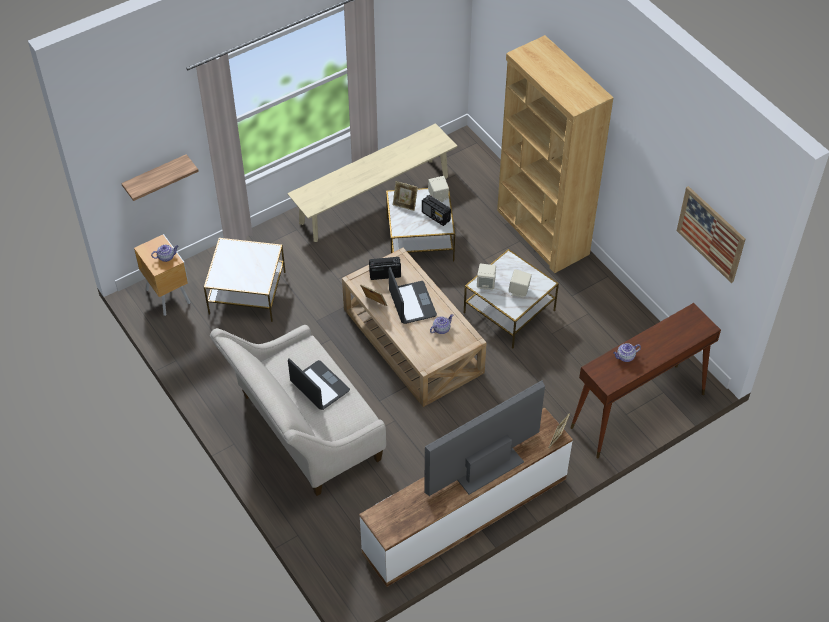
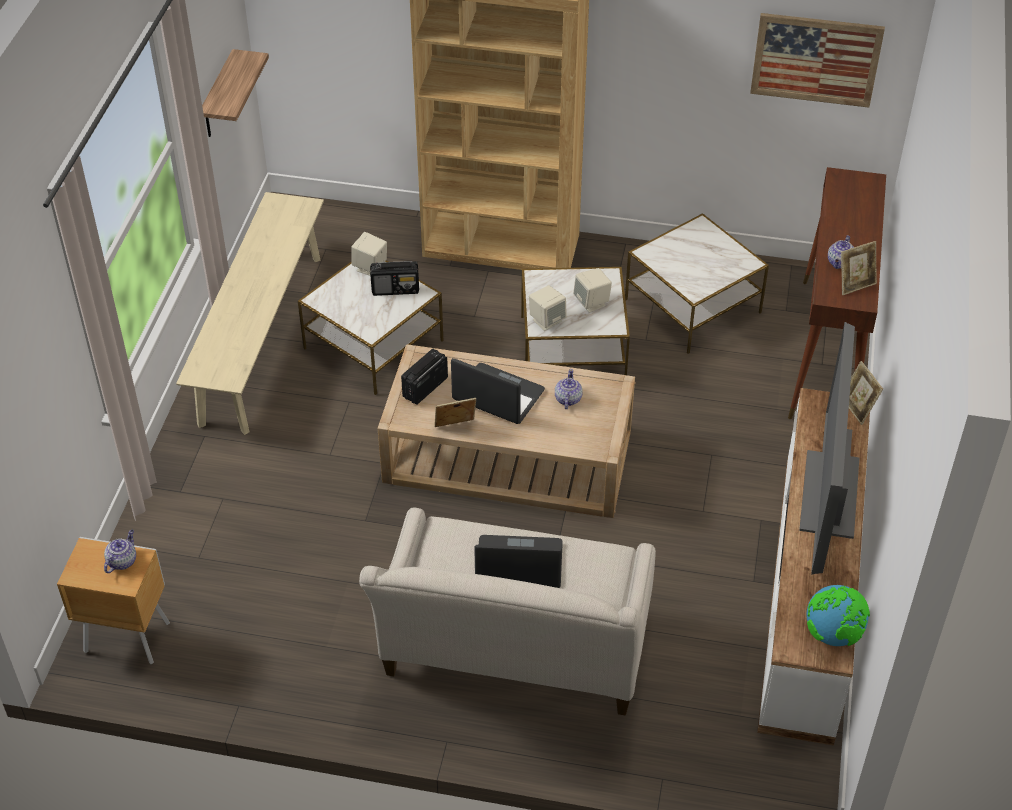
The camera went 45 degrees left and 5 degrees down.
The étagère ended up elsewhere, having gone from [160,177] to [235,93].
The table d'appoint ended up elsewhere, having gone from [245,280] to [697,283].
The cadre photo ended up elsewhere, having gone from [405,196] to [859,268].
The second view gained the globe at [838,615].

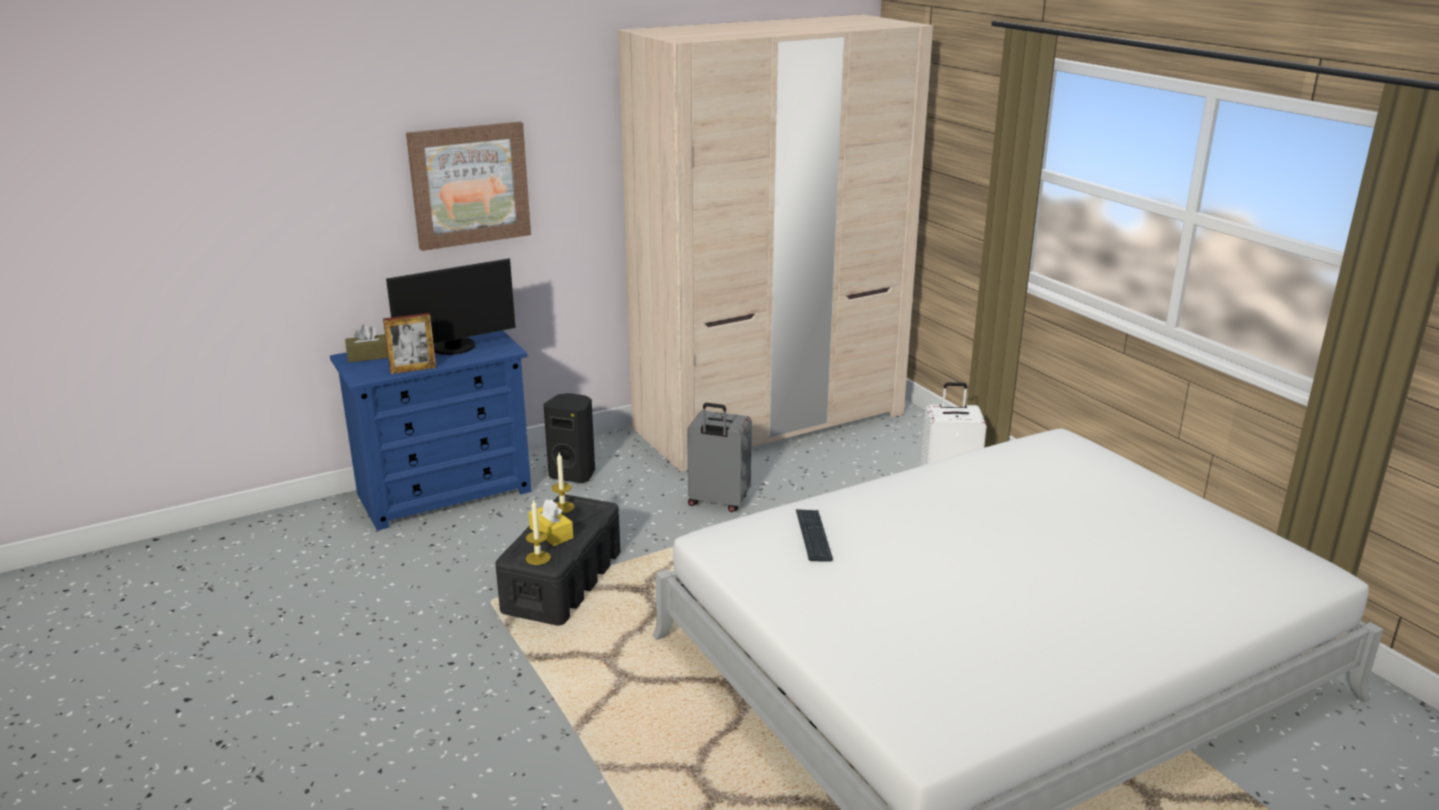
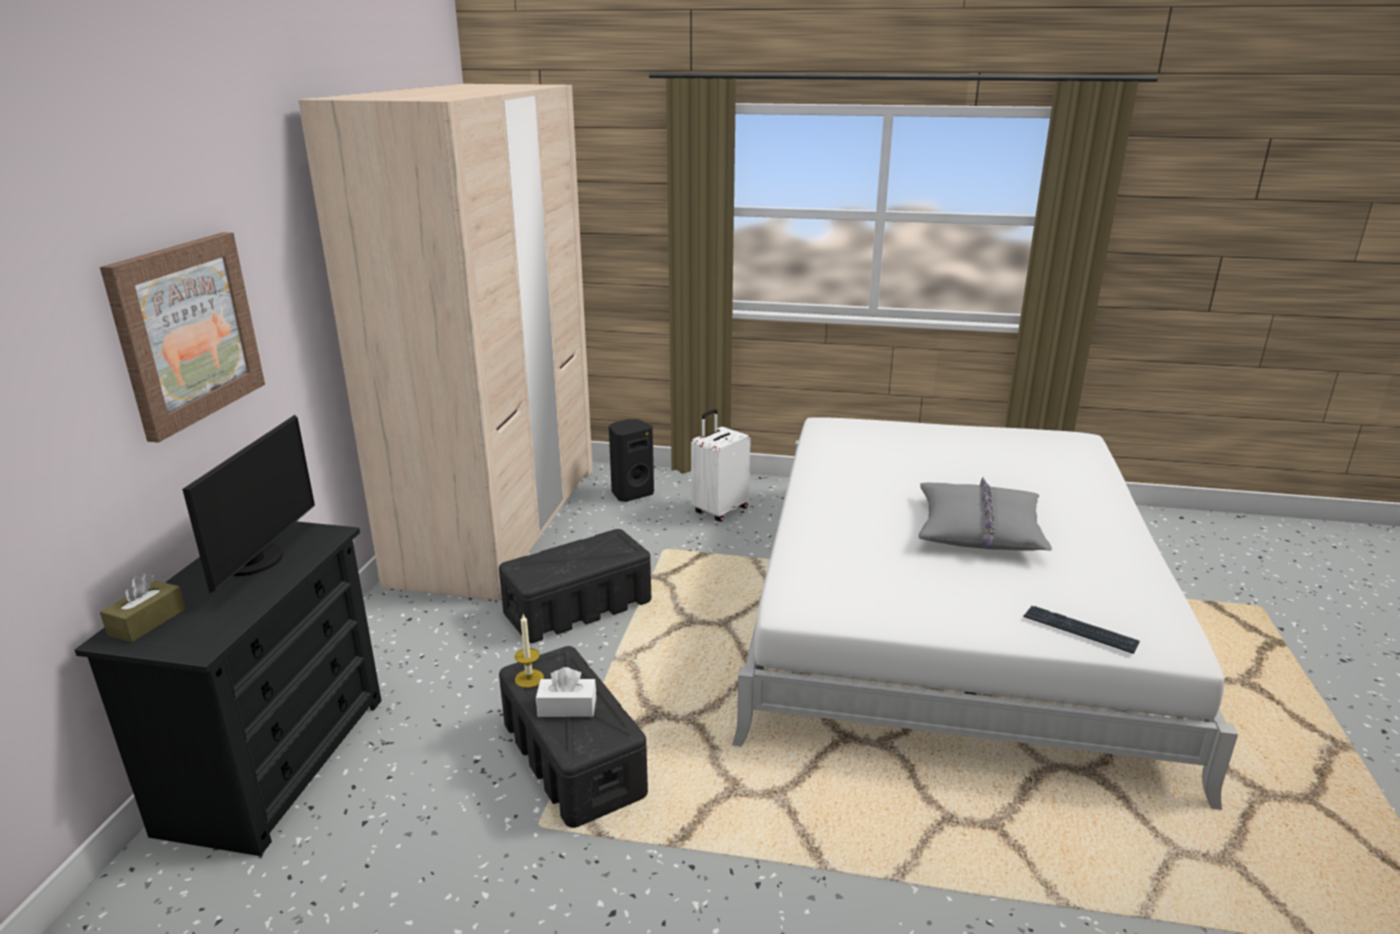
The camera went 50 degrees left and 0 degrees up.
What was the commode [bleu] at [430,430] turned into the commode [noir] at [228,688].
The second view lost the cadre photo at [409,343].
The second view lost the bougie at [538,532].
What was the boîte à mouchoirs [jaune] at [551,522] turned into the boîte à mouchoirs [blanc] at [566,692].
The enceinte [noir] ended up elsewhere, having gone from [569,438] to [631,460].
Where the valise [gris] stood at [719,457], the boîte de rangement [noir] came to stand at [575,586].
The clavier ended up elsewhere, having gone from [814,535] to [1082,630].
The second view gained the coussin [gris] at [985,514].

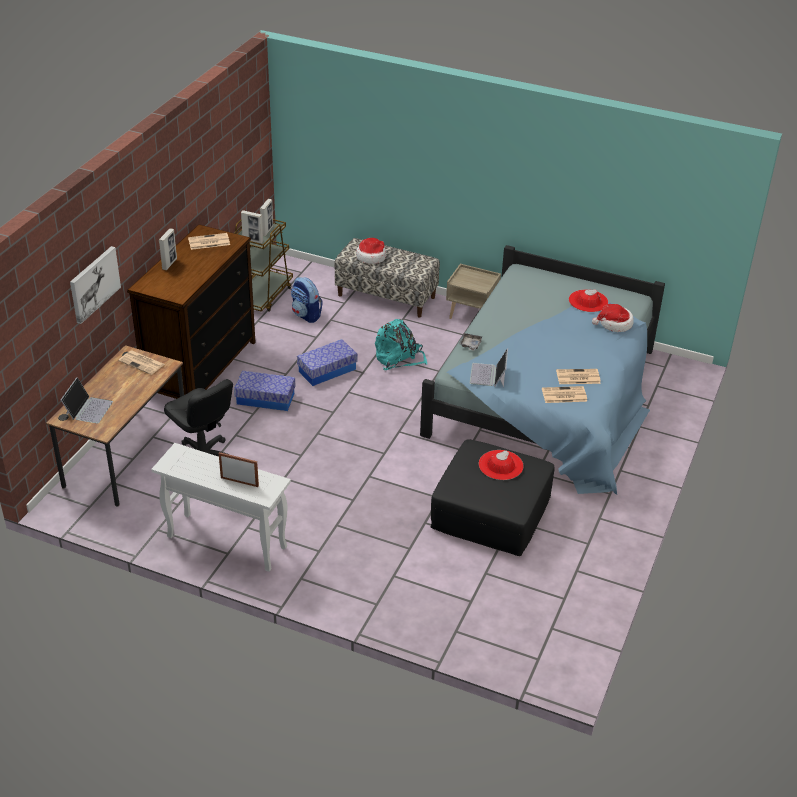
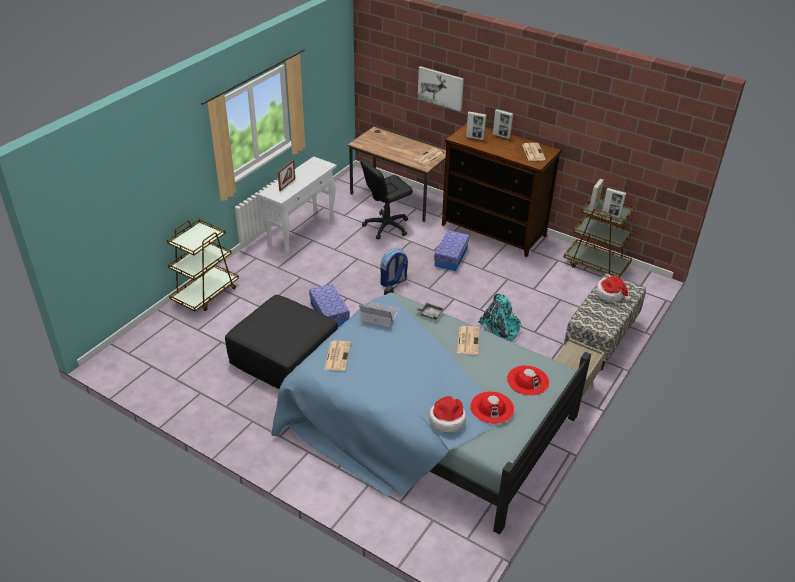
The camera went 100 degrees right and 0 degrees up.
The second view lost the ordinateur portable at [87,400].
The sac à dos ended up elsewhere, having gone from [307,300] to [394,268].
The boîte de rangement ended up elsewhere, having gone from [327,362] to [329,305].
The chapeau [rouge] ended up elsewhere, having gone from [501,465] to [528,380].
The journal ended up elsewhere, having gone from [578,376] to [468,340].
The second view gained the chariot [marron] at [203,265].
The second view gained the cadre photo at [476,125].

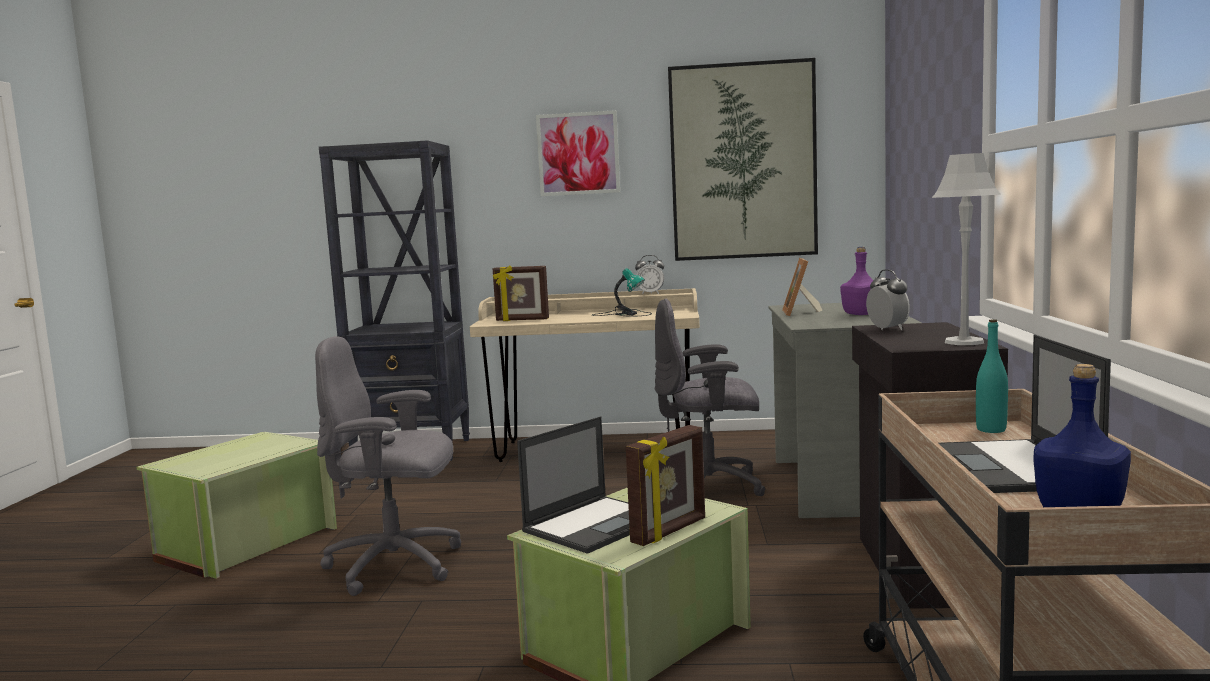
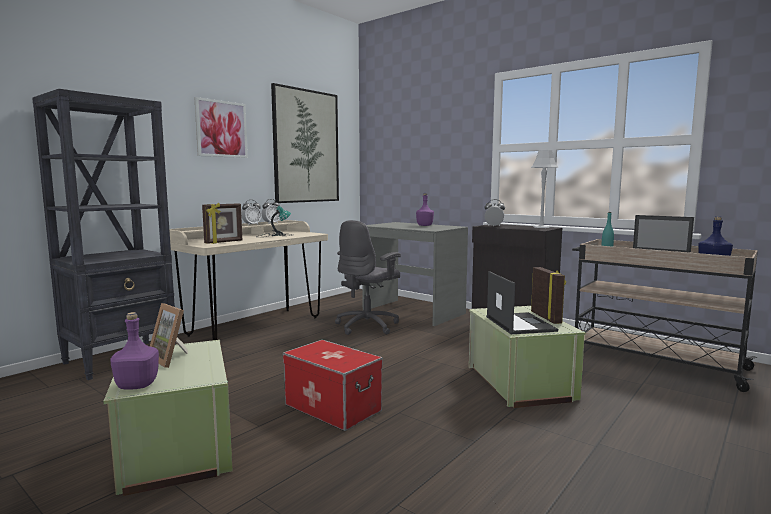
The camera went 55 degrees left and 0 degrees up.
Where the chaise de bureau [gris] stood at [388,466], the boîte de rangement came to stand at [333,385].
The cadre photo ended up elsewhere, having gone from [802,287] to [169,335].
The second view gained the bouteille [violet] at [134,351].
The second view gained the réveil at [251,213].

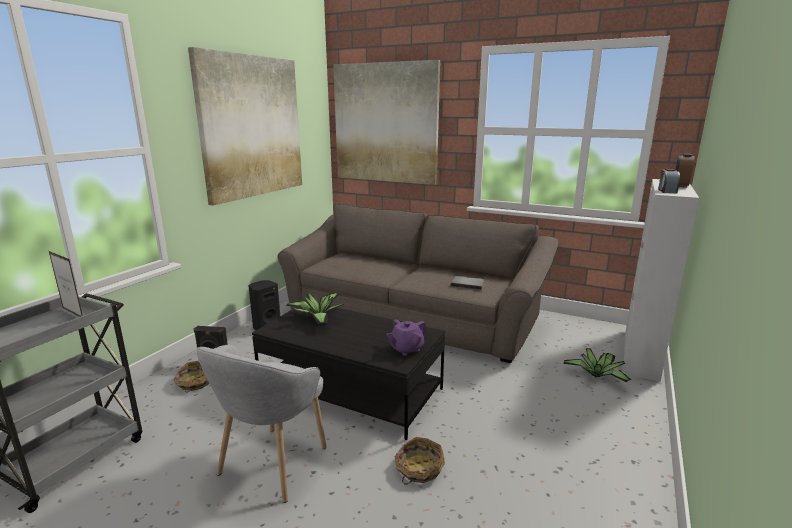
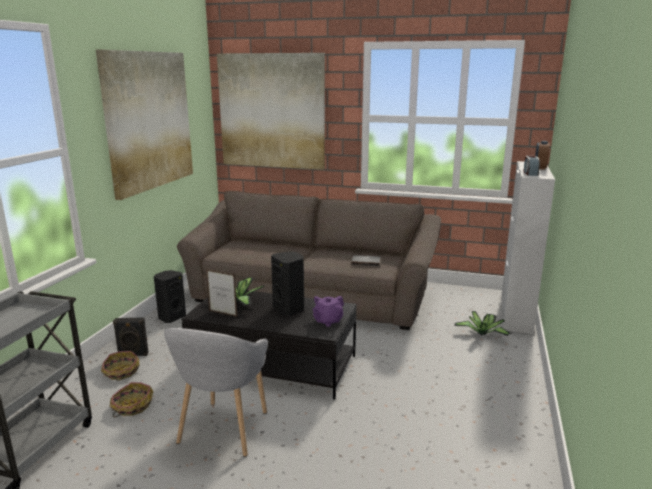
The camera went 10 degrees left and 0 degrees up.
The cadre photo ended up elsewhere, having gone from [66,284] to [221,293].
The panier ended up elsewhere, having gone from [420,460] to [131,399].
The second view gained the enceinte [noir] at [287,283].

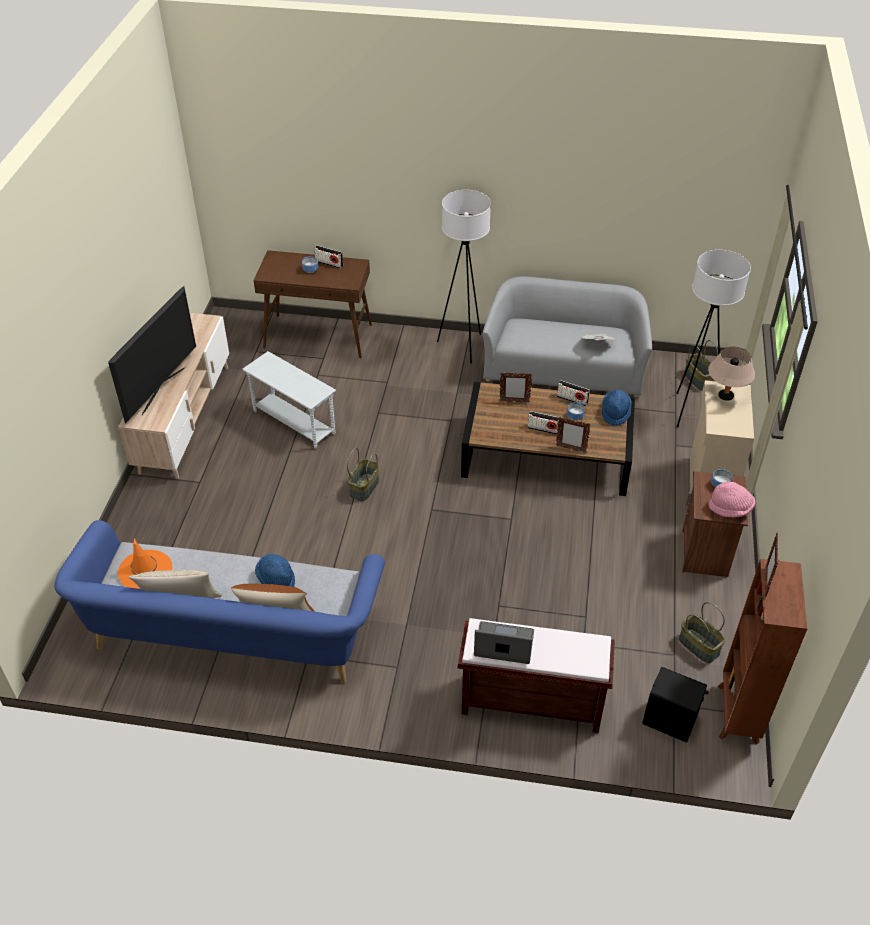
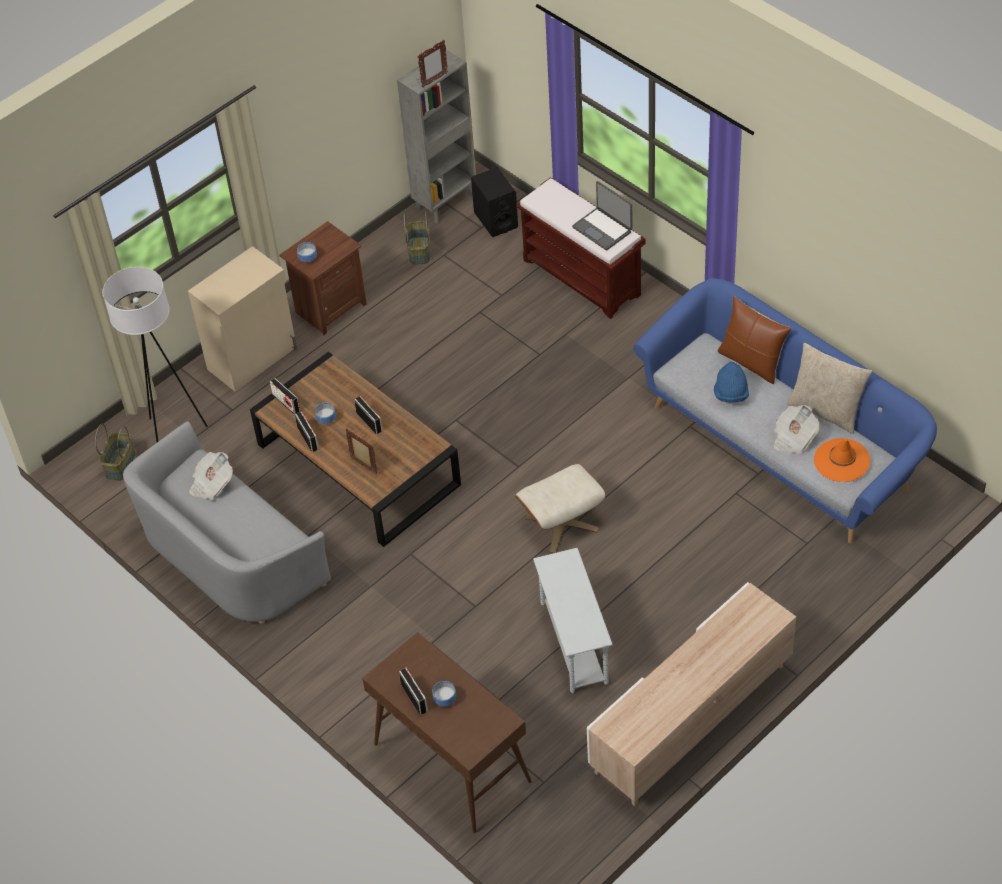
The camera went 140 degrees left and 5 degrees up.
The second view lost the téléviseur at [152,354].
Where the panier stood at [363,474], the pouf [beige] came to stand at [560,508].
The second view lost the lampadaire [blanc] at [464,277].
The second view lost the cadre photo at [573,435].
Where the chapeau [bleu] stood at [617,408], the radio came to stand at [285,396].
The second view lost the lampe de table [beige] at [731,374].
The second view lost the chapeau [rose] at [731,500].
What was the bibliothèque [marron] at [762,651] turned into the bibliothèque [gris] at [436,136].
The second view gained the journal at [796,429].

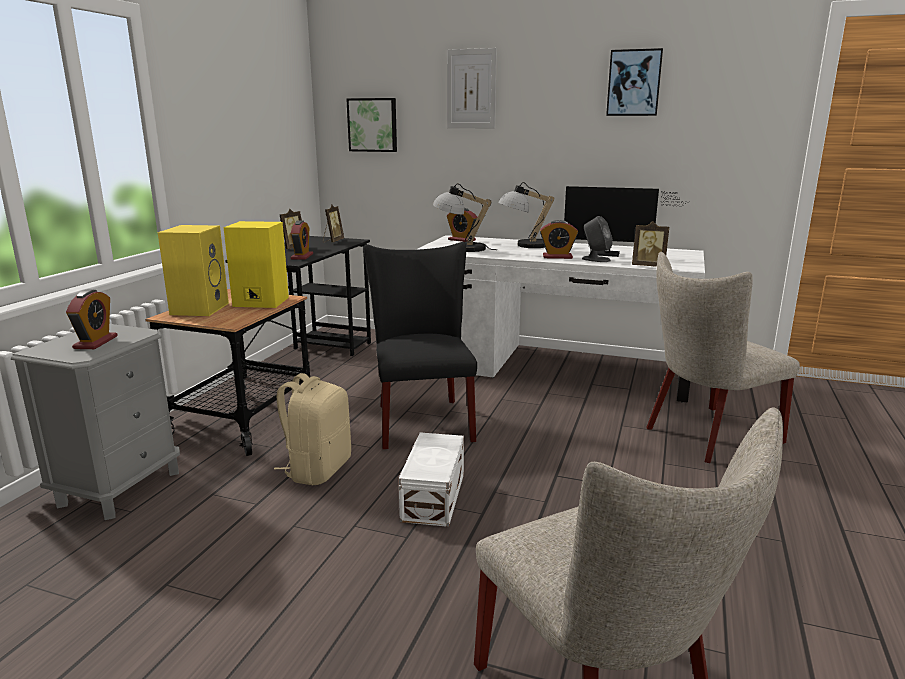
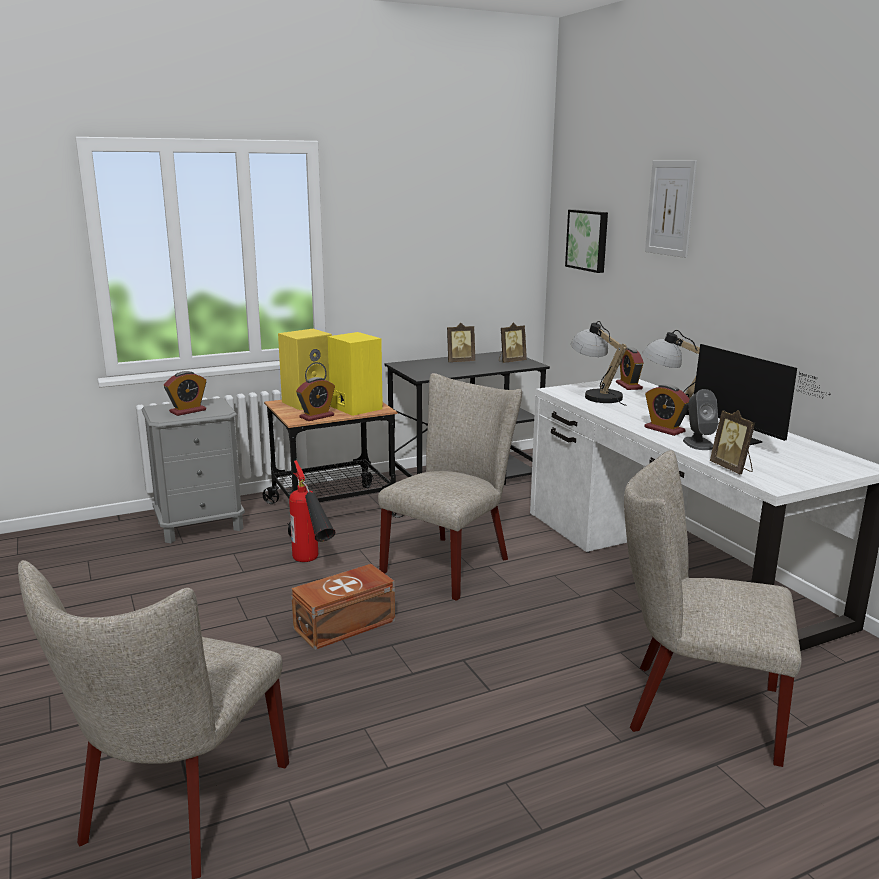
The camera went 45 degrees right and 0 degrees up.
Where the sac à dos [beige] stood at [312,429], the extincteur came to stand at [312,511].
The réveil ended up elsewhere, having gone from [302,240] to [315,399].
What was the chaise [noir] at [420,345] turned into the chaise [beige] at [450,487].
What was the boîte de rangement [blanc] at [431,480] turned into the boîte de rangement [marron] at [343,607].
The second view lost the tableau at [634,82].

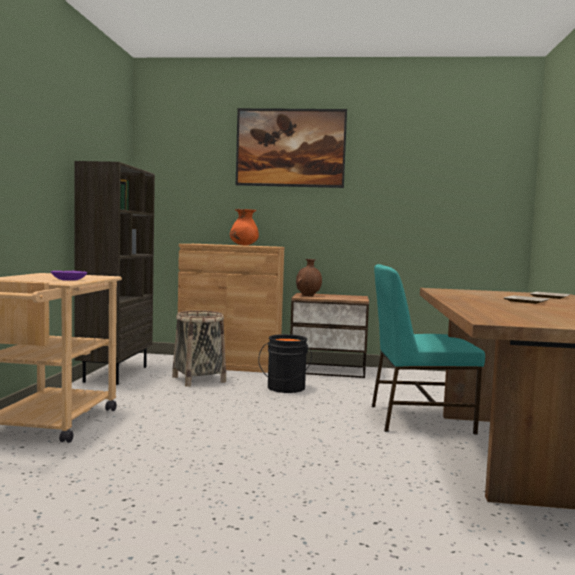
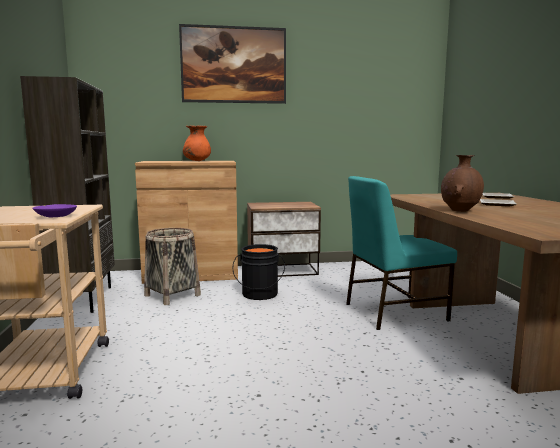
The camera went 15 degrees left and 5 degrees up.
The vase [marron] ended up elsewhere, having gone from [309,277] to [462,183].

